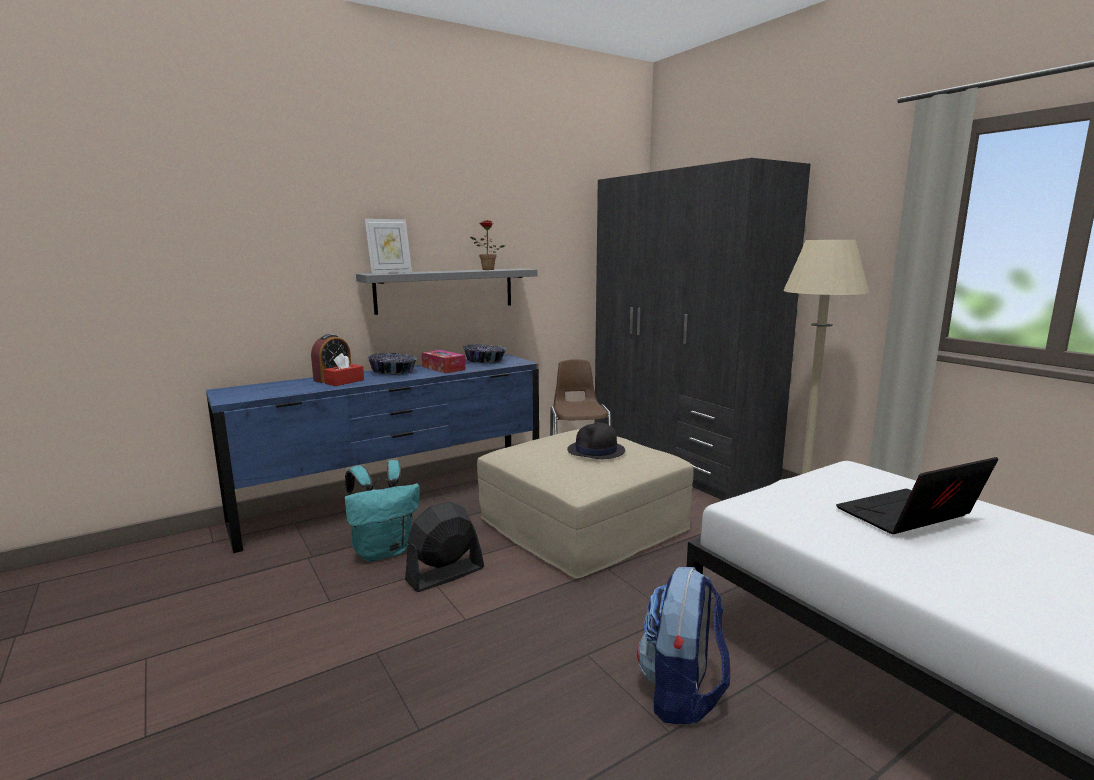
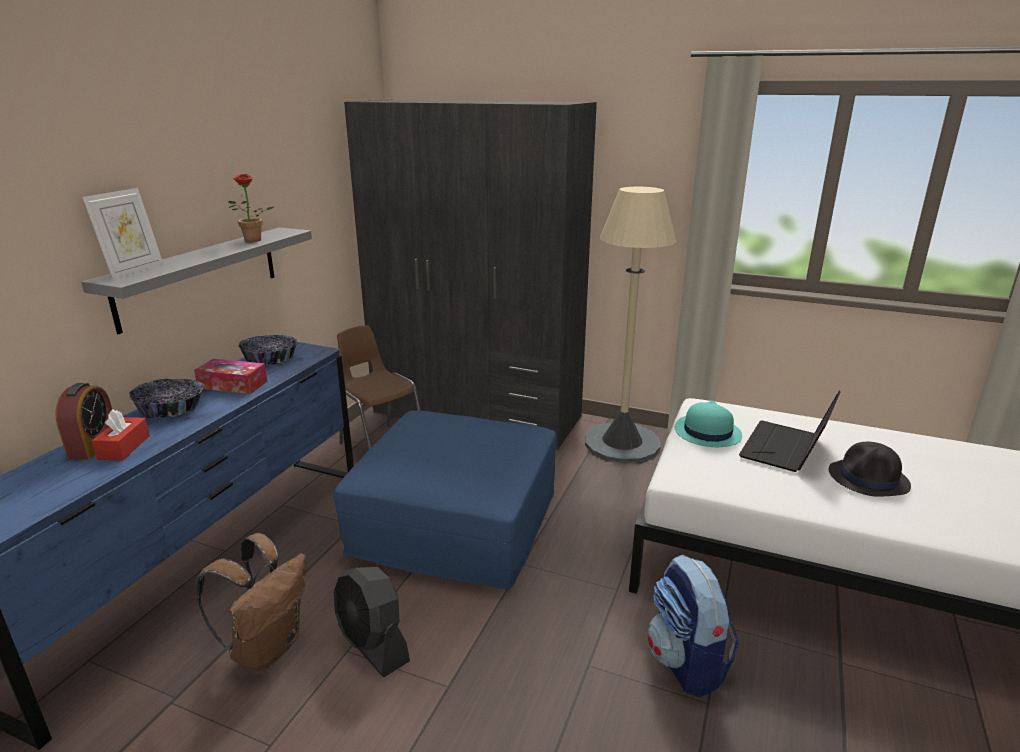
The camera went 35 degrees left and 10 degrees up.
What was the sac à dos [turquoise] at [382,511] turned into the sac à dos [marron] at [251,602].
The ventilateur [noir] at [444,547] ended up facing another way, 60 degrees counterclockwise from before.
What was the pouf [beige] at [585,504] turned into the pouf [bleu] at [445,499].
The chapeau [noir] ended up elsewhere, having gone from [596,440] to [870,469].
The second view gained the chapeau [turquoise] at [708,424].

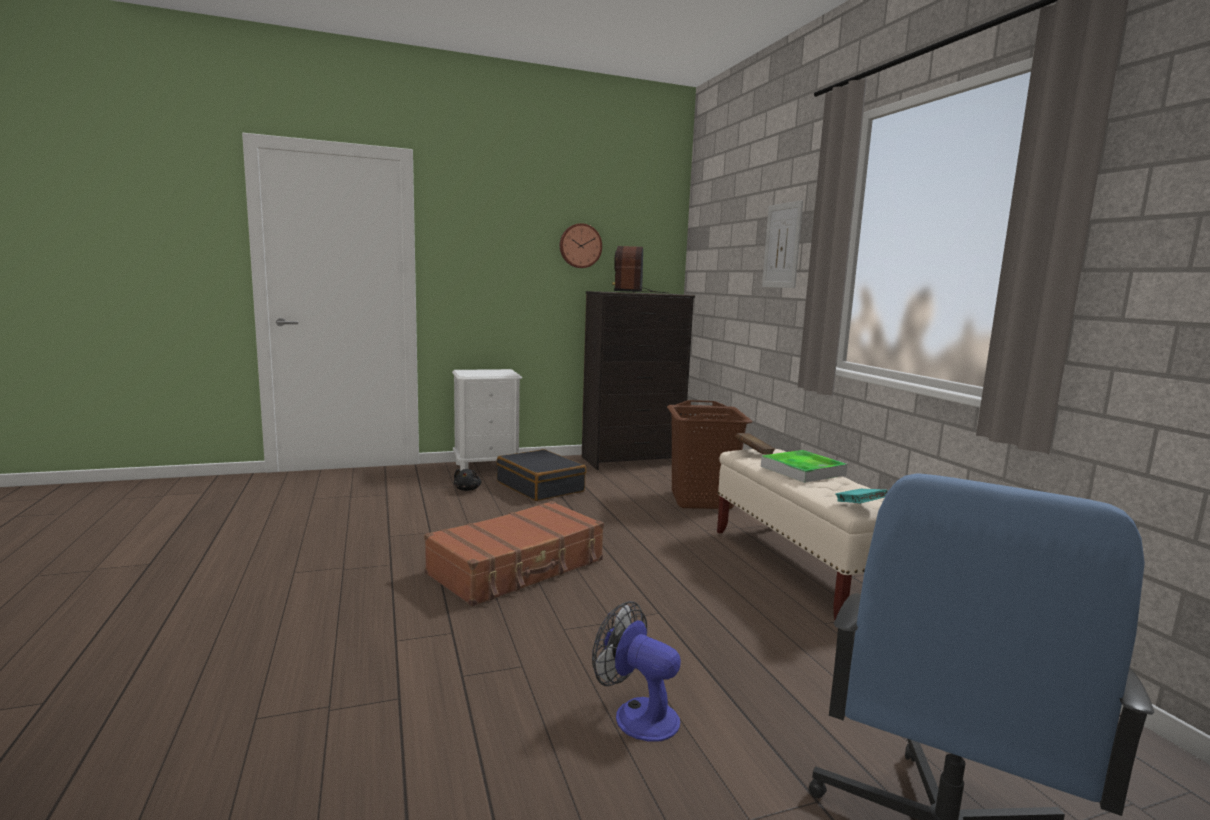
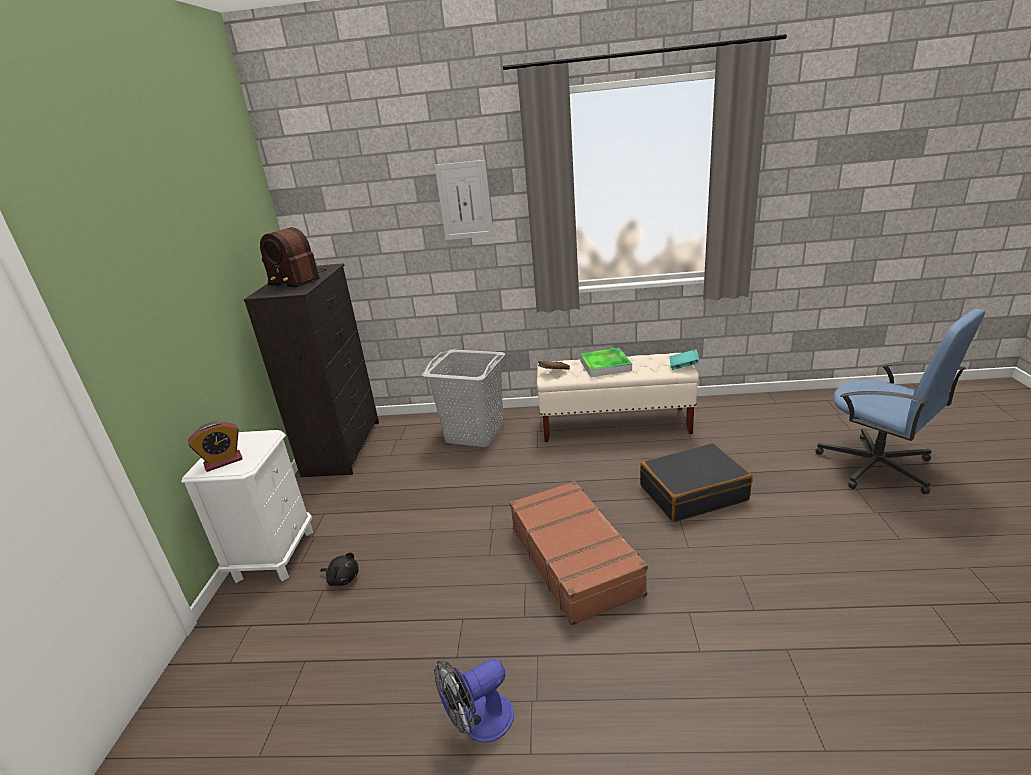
The camera went 65 degrees left and 15 degrees up.
The valise [noir] ended up elsewhere, having gone from [541,475] to [696,482].
The second view lost the horloge murale at [581,245].
The ventilateur ended up elsewhere, having gone from [636,671] to [474,701].
What was the panier à linge [marron] at [709,454] turned into the panier à linge [gris] at [463,398].
The second view gained the réveil at [215,446].

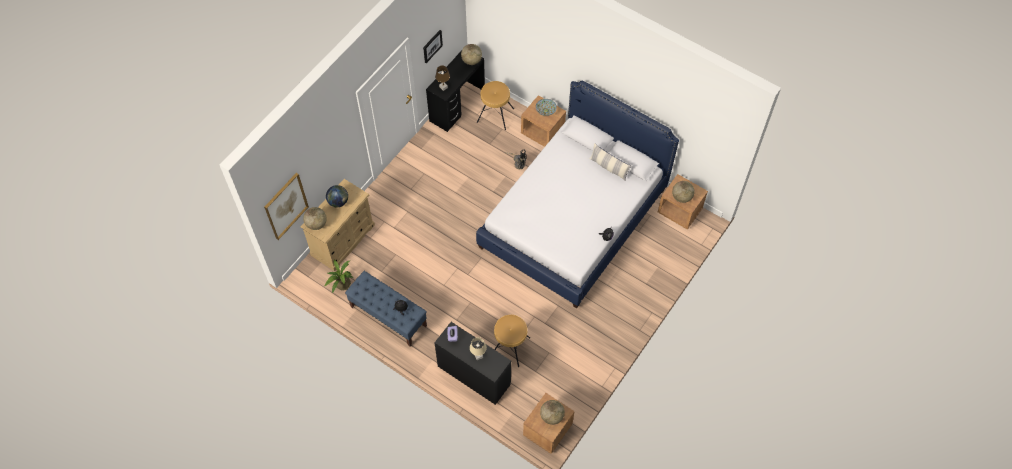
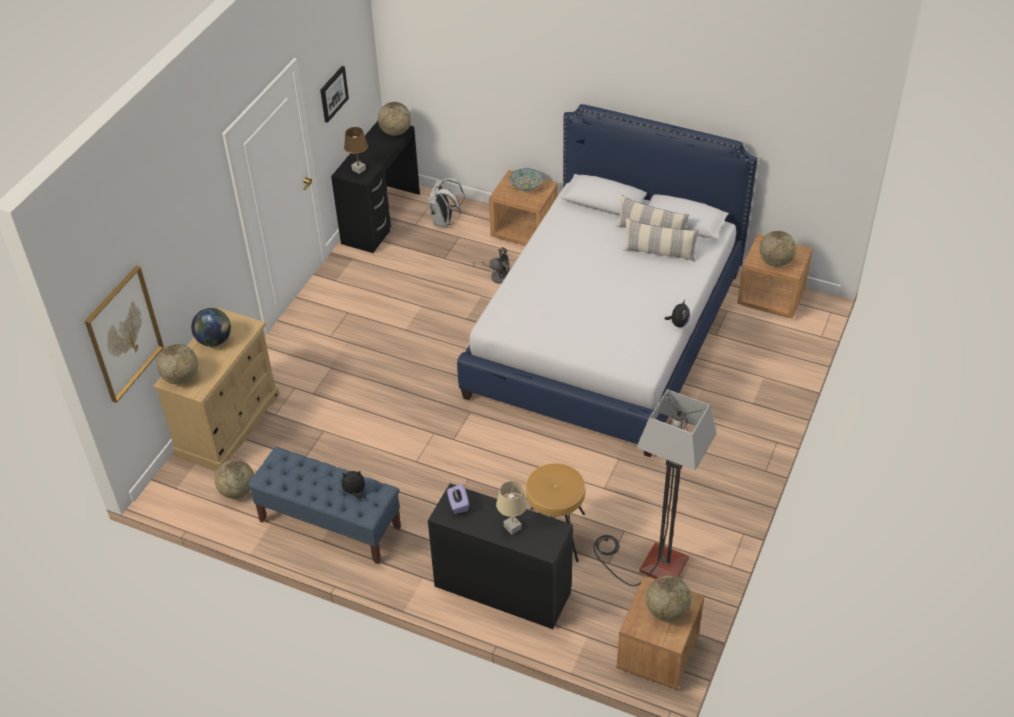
The camera went 10 degrees left and 15 degrees down.
Where the plante en pot stood at [338,276], the globe came to stand at [234,479].
Where the tabouret [marron] stood at [495,105], the sac à dos [blanc] came to stand at [446,202].
The second view gained the lampadaire at [655,487].
The second view gained the coussin at [660,239].

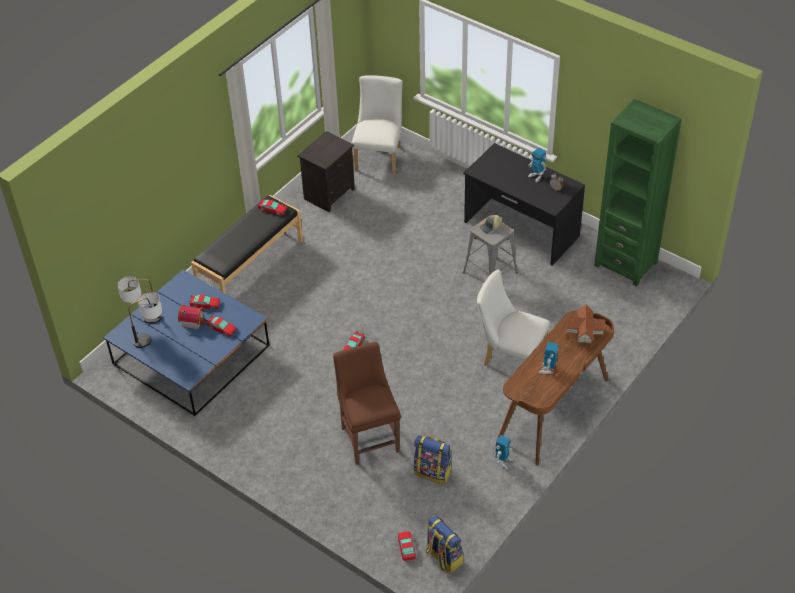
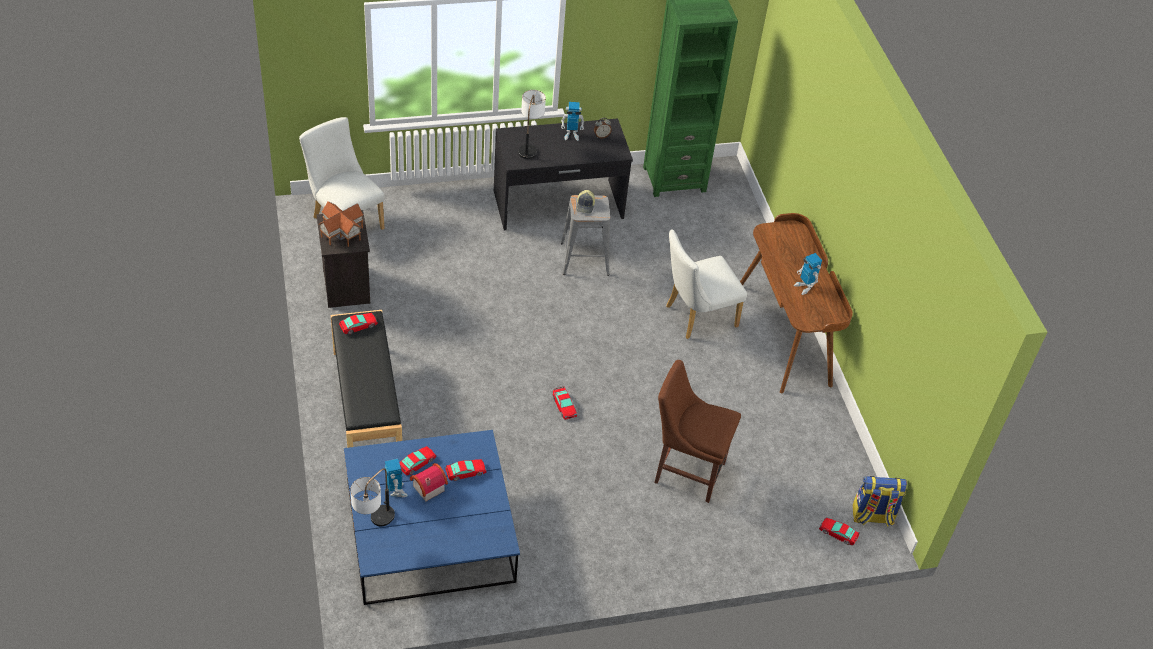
The camera went 55 degrees left and 0 degrees up.
The lampe de table ended up elsewhere, having gone from [145,320] to [532,124].
The second view lost the sac à dos at [433,459].
The robot jouet ended up elsewhere, having gone from [504,452] to [396,478].
The maison miniature ended up elsewhere, having gone from [585,327] to [341,224].

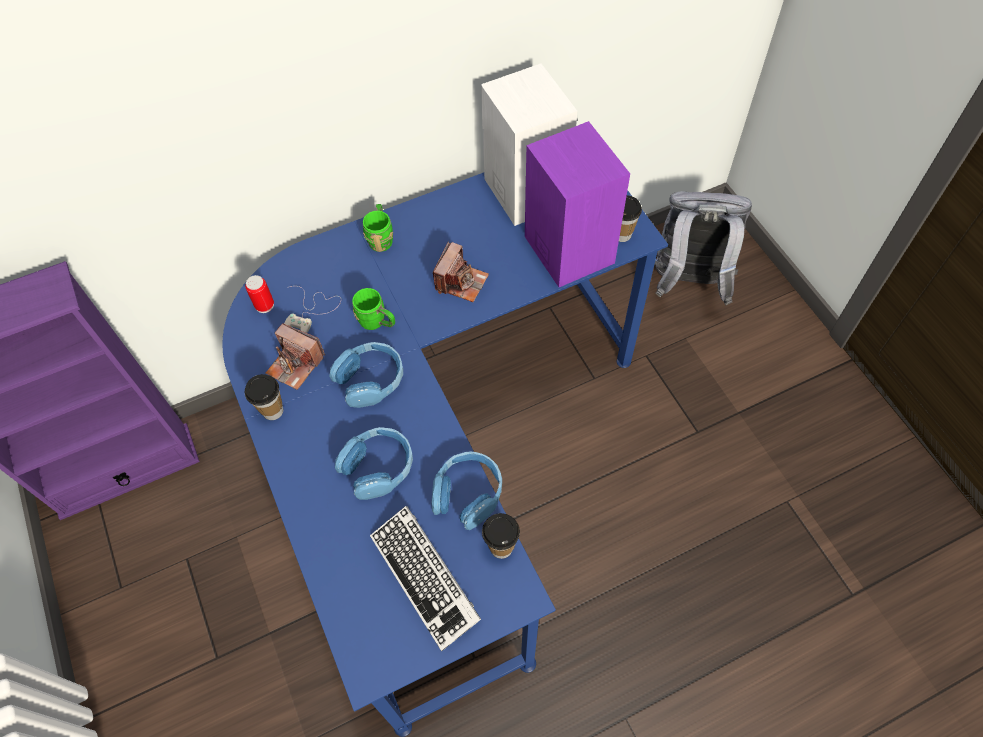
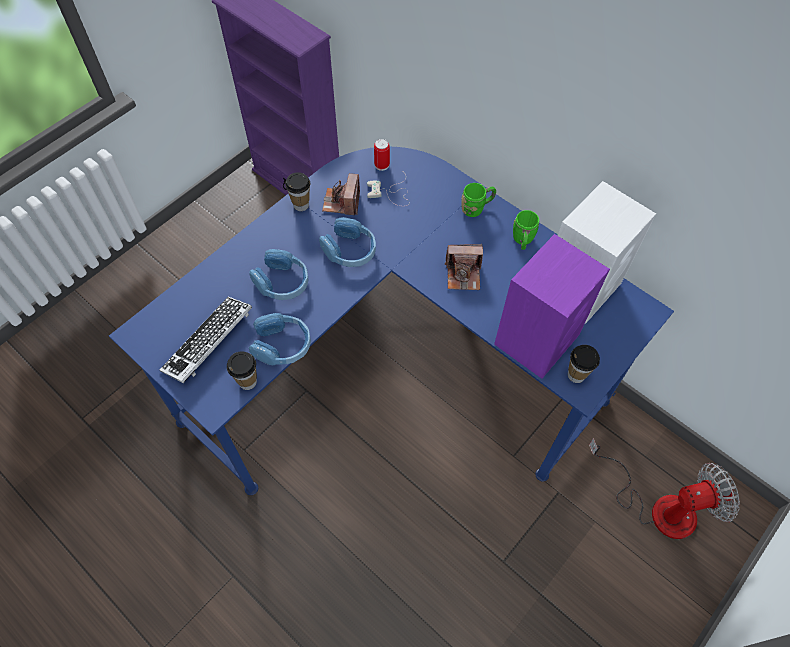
The camera went 65 degrees right and 0 degrees up.
The mug [vert] ended up elsewhere, having gone from [373,309] to [526,230].
Where the sac à dos [gris] stood at [703,248], the ventilateur came to stand at [664,488].

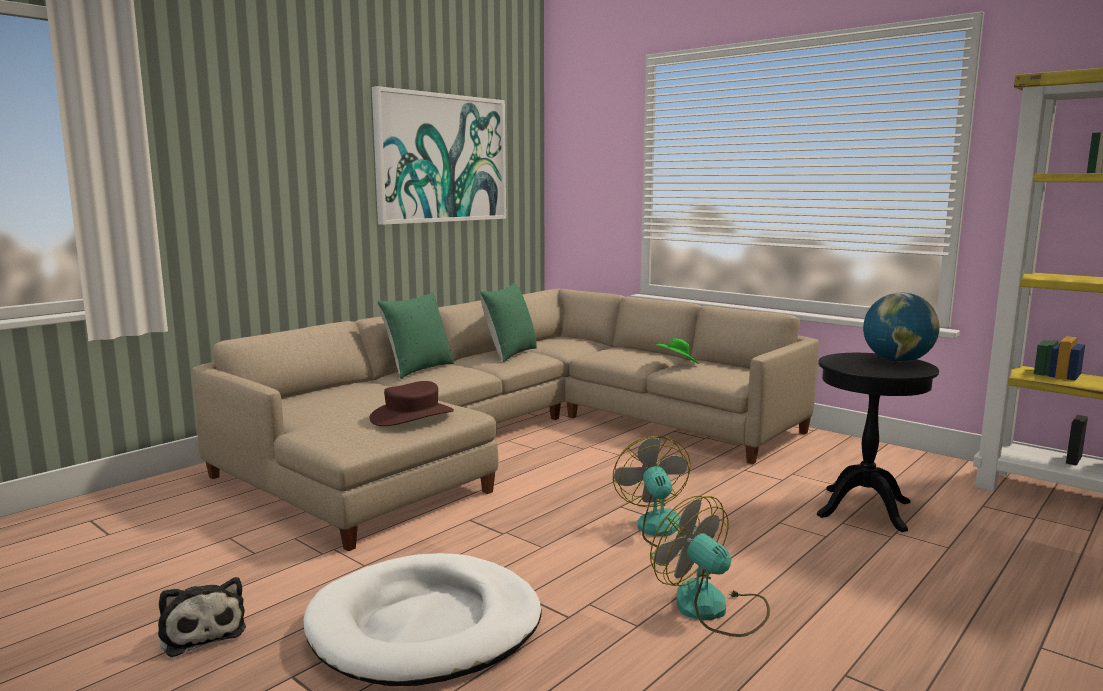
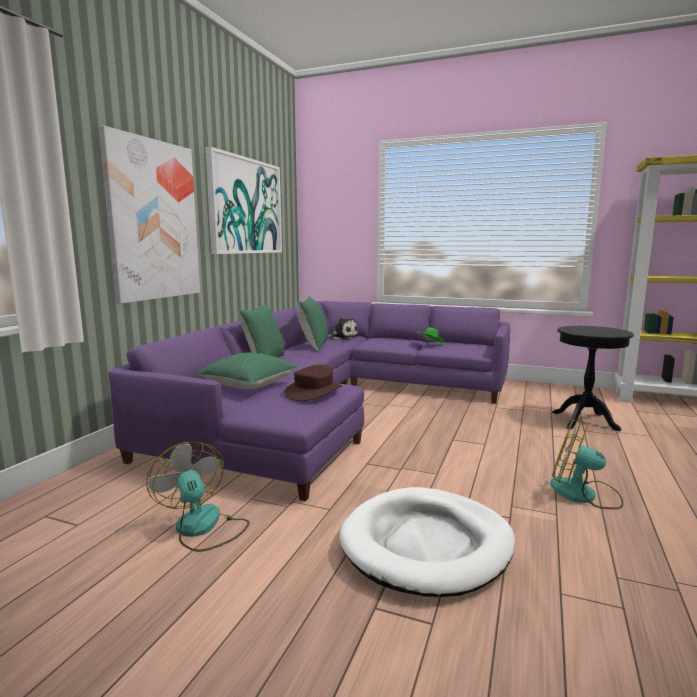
The camera went 20 degrees left and 0 degrees up.
The peluche ended up elsewhere, having gone from [202,617] to [343,329].
What was the canapé [beige] at [505,420] turned into the canapé [violet] at [309,401].
The ventilateur ended up elsewhere, having gone from [664,493] to [198,497].
The second view lost the globe at [901,327].
The second view gained the tableau at [149,214].
The second view gained the coussin [vert] at [247,370].

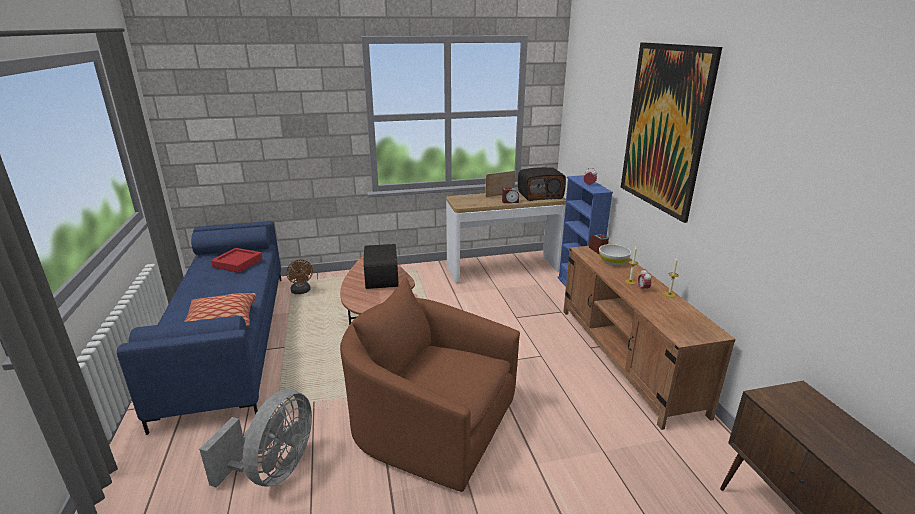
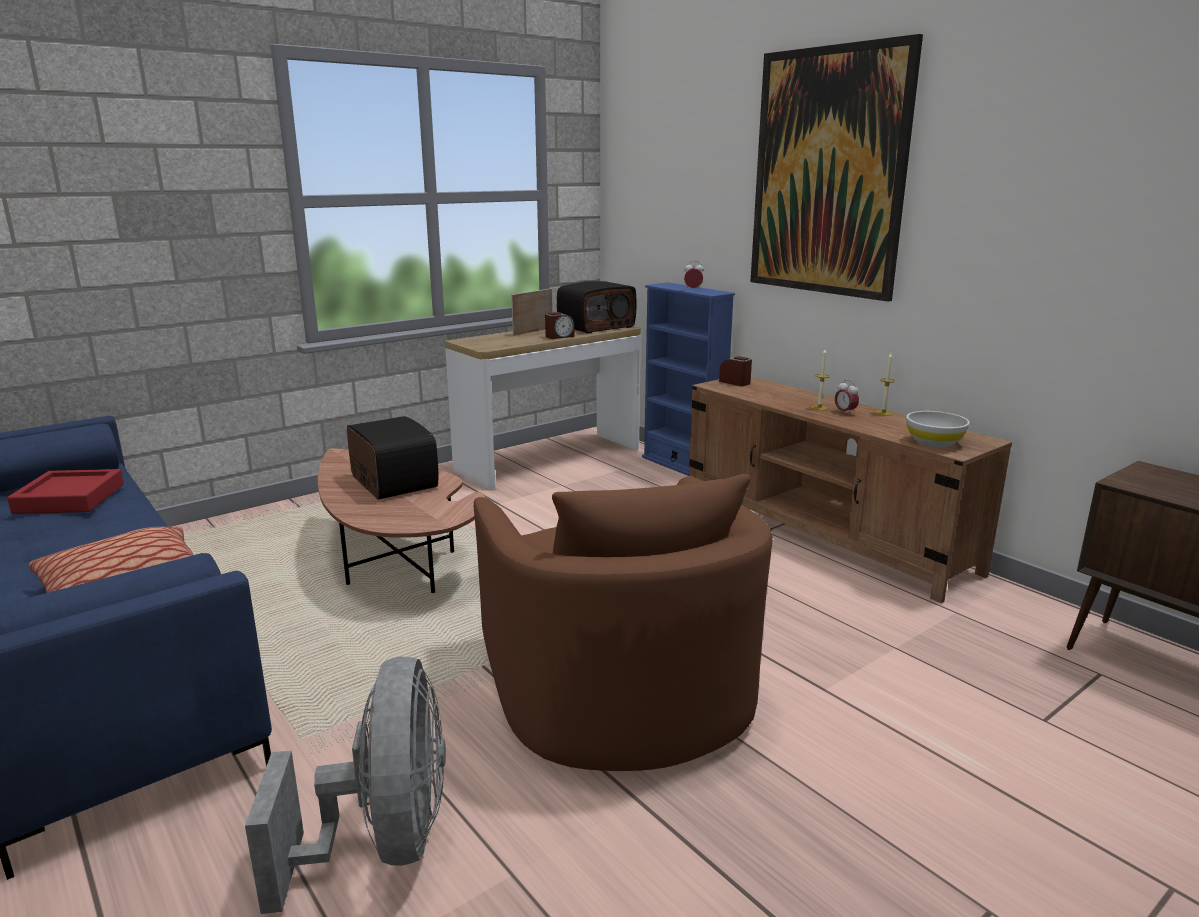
The camera went 25 degrees left and 5 degrees down.
The second view lost the ventilateur [marron] at [299,276].
The fauteuil [marron] at [430,384] ended up facing another way, 105 degrees counterclockwise from before.
The bol [blanc] ended up elsewhere, having gone from [615,254] to [938,429].

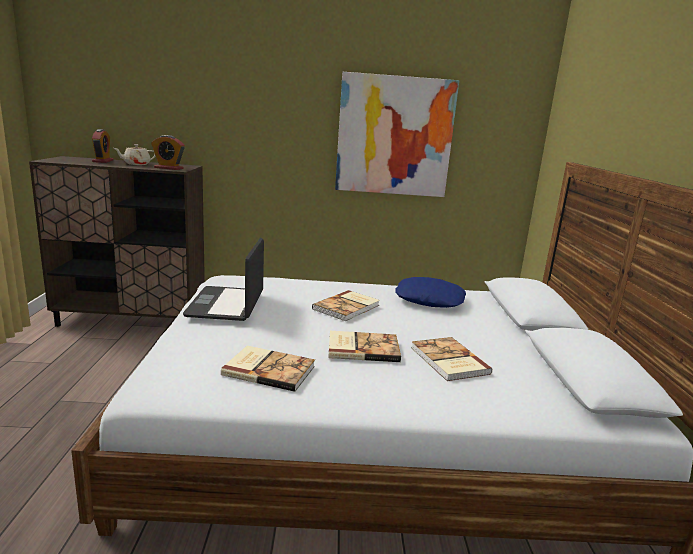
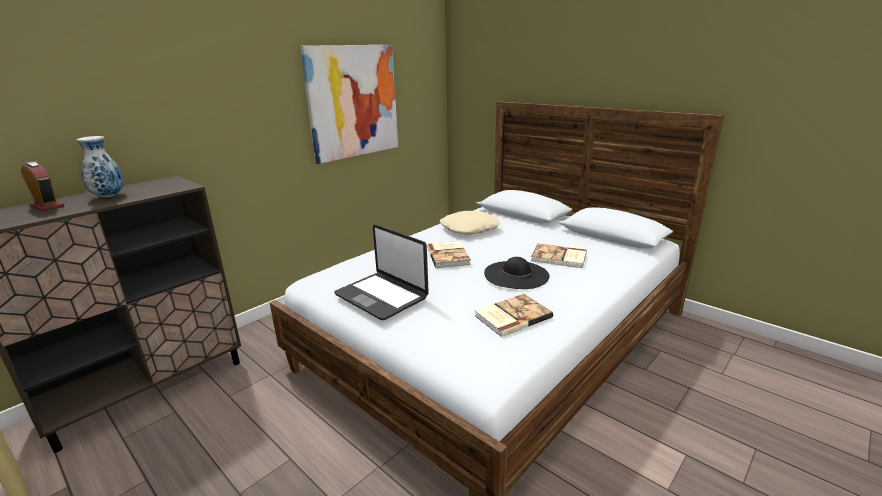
The camera went 45 degrees left and 5 degrees up.
Where the théière [beige] stood at [135,154], the vase came to stand at [100,166].
The second view lost the réveil at [168,152].
Where the livre stood at [364,346], the chapeau [noir] came to stand at [517,273].
What was the coussin [bleu] at [430,292] turned into the coussin [beige] at [470,222].

